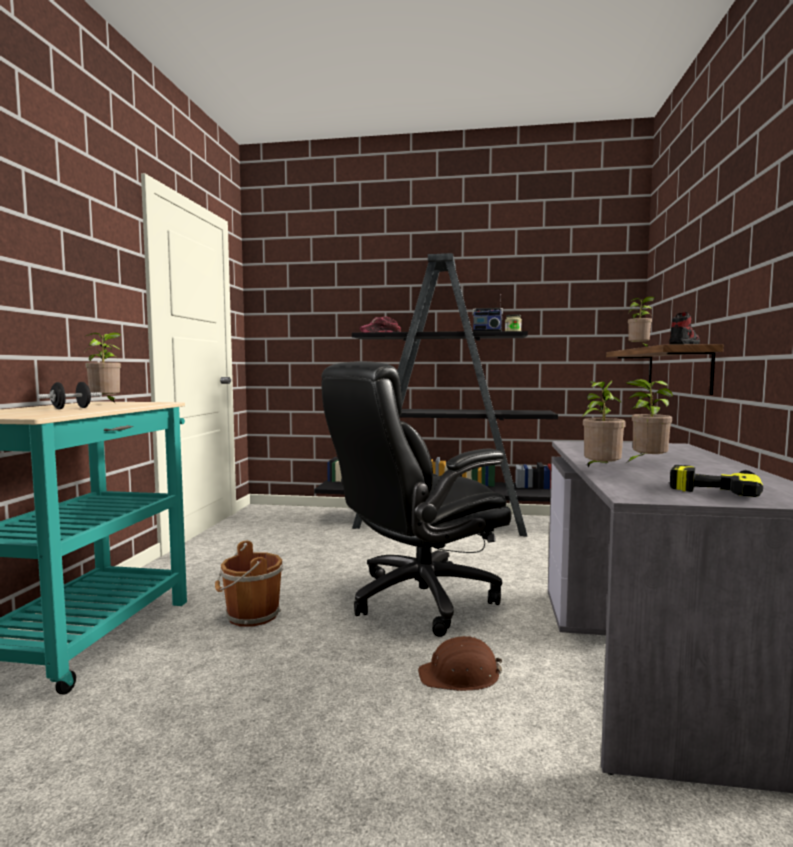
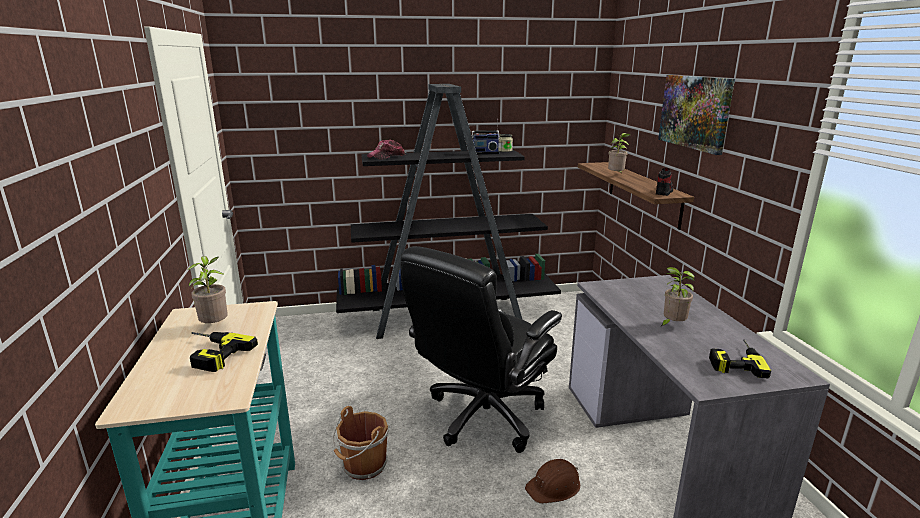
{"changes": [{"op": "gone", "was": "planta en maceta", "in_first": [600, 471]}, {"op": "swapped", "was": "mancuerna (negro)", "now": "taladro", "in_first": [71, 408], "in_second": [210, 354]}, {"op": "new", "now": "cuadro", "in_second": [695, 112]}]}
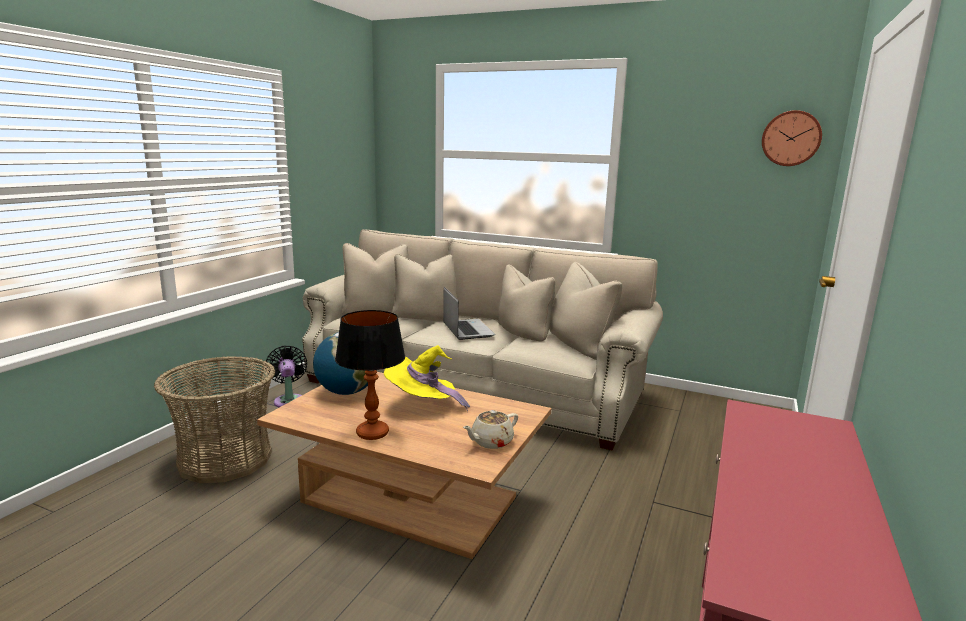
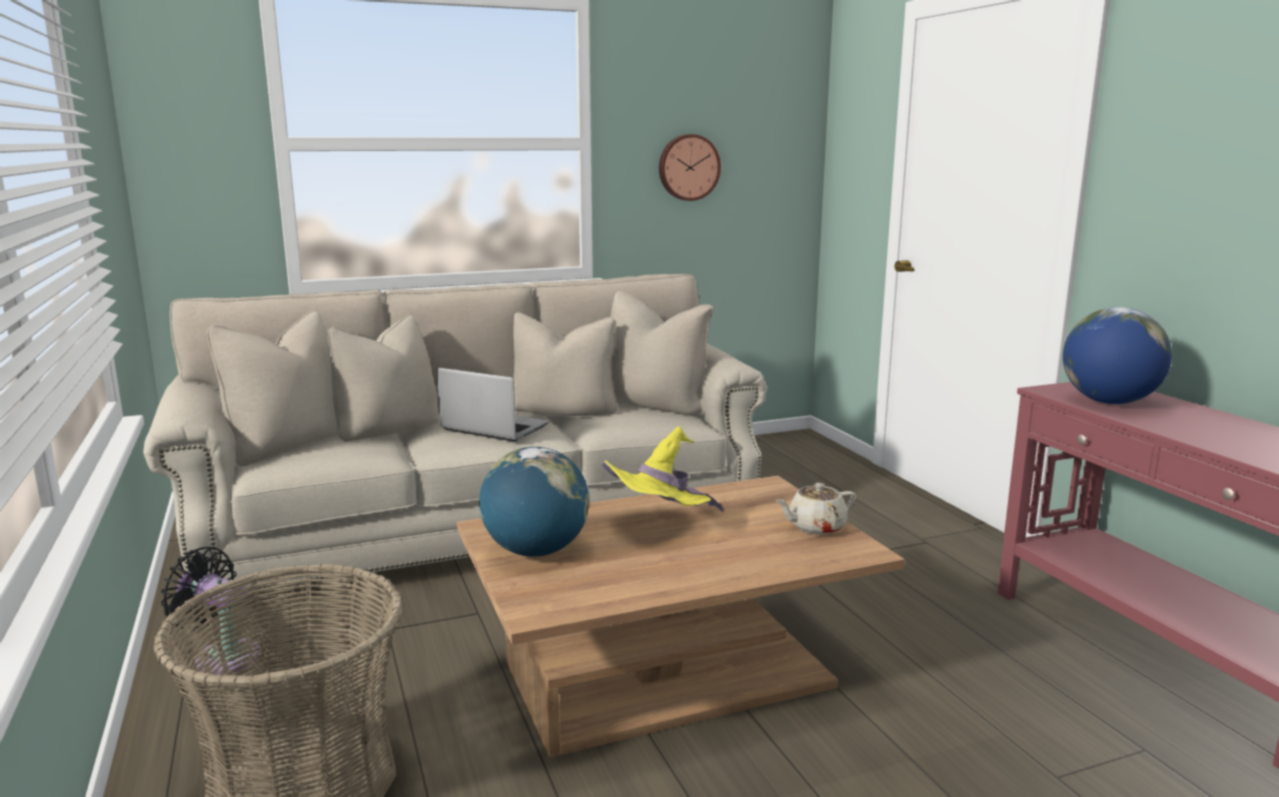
{"changes": [{"op": "shifted", "was": "reloj de pared", "in_first": [791, 138], "in_second": [688, 167]}, {"op": "gone", "was": "lámpara de mesa", "in_first": [372, 433]}, {"op": "rotated", "was": "tetera (beis)", "in_first": [491, 442], "in_second": [815, 527], "clockwise": 60}, {"op": "new", "now": "globo terráqueo", "in_second": [1109, 402]}]}
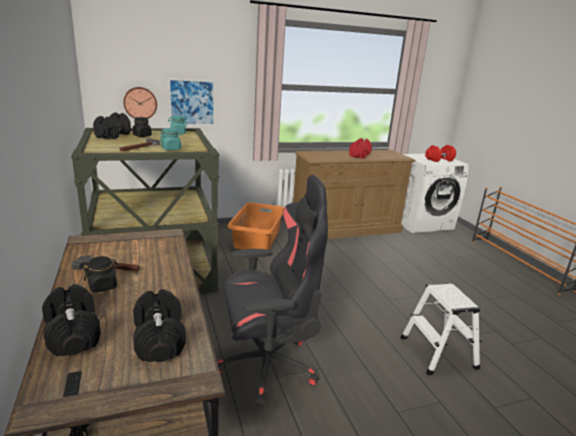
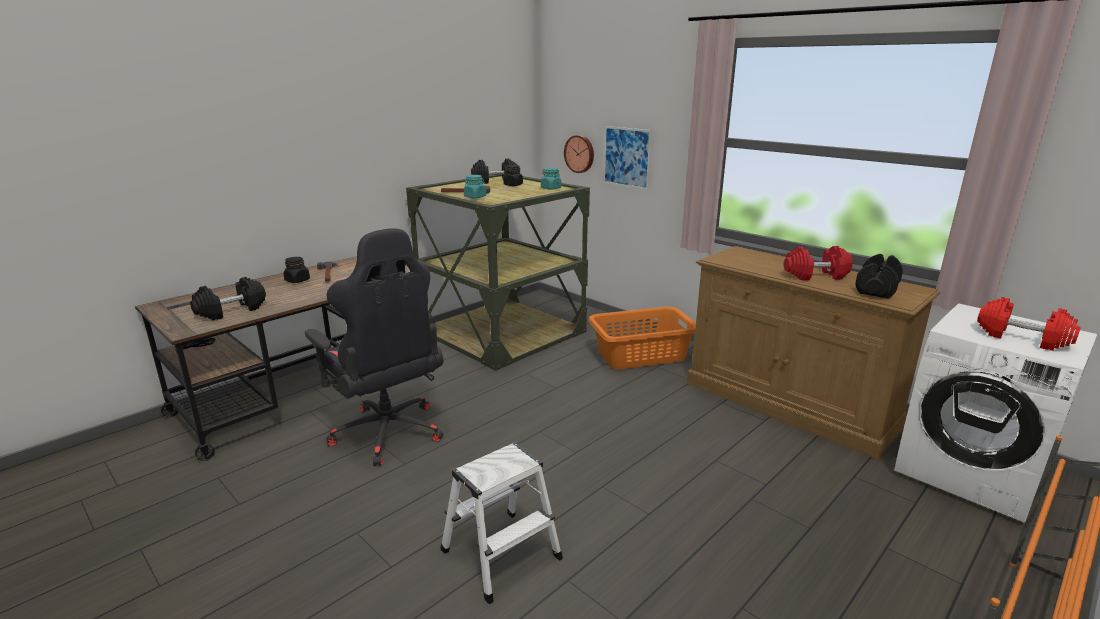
{"changes": [{"op": "shifted", "was": "mancuerna (negro)", "in_first": [72, 333], "in_second": [876, 289]}]}
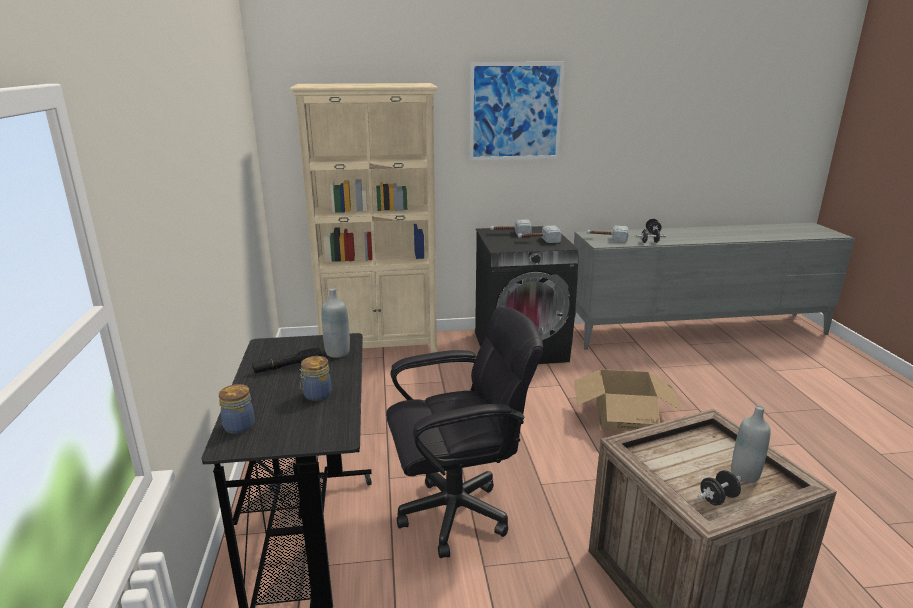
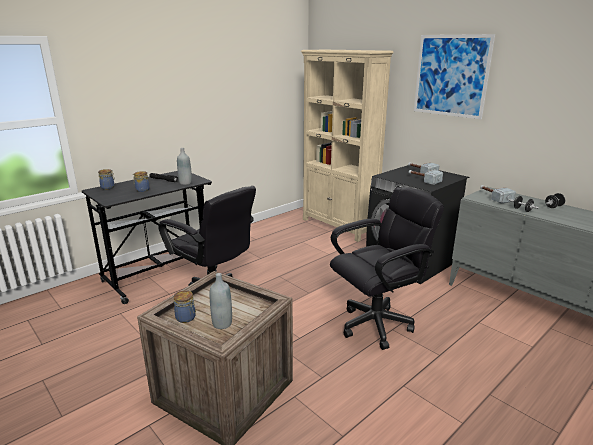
{"changes": [{"op": "swapped", "was": "caja de cartón", "now": "silla de oficina (negro)", "in_first": [623, 416], "in_second": [378, 324]}, {"op": "swapped", "was": "mancuerna (negro)", "now": "tarro", "in_first": [718, 498], "in_second": [186, 318]}]}
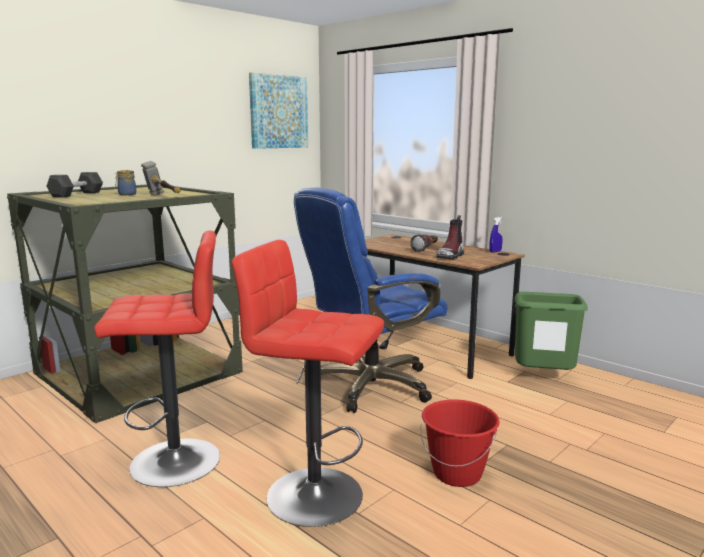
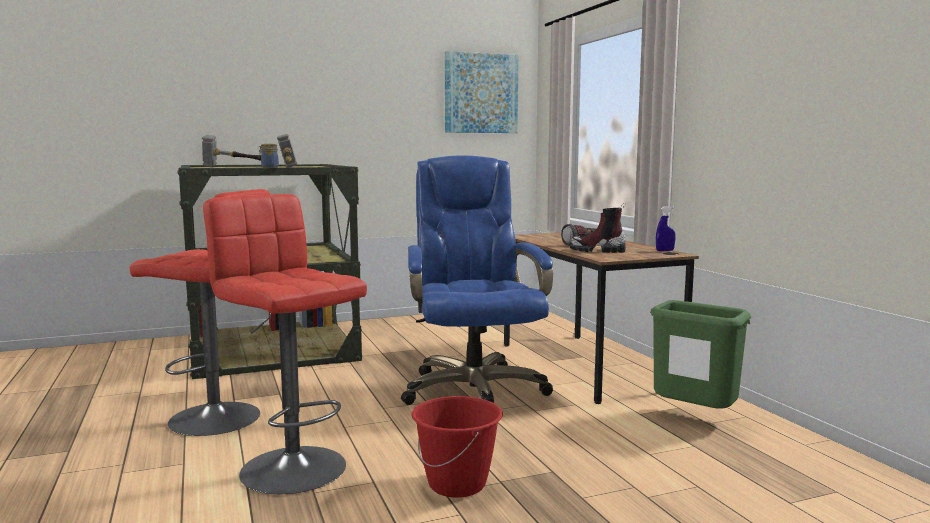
{"changes": [{"op": "swapped", "was": "mancuerna (negro)", "now": "martillo", "in_first": [76, 194], "in_second": [232, 167]}, {"op": "rotated", "was": "silla de oficina (azul)", "in_first": [371, 384], "in_second": [474, 391], "clockwise": 90}, {"op": "rotated", "was": "bota", "in_first": [450, 256], "in_second": [597, 250], "clockwise": 45}]}
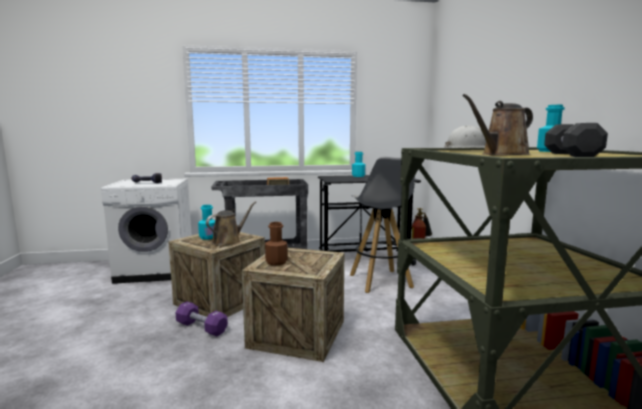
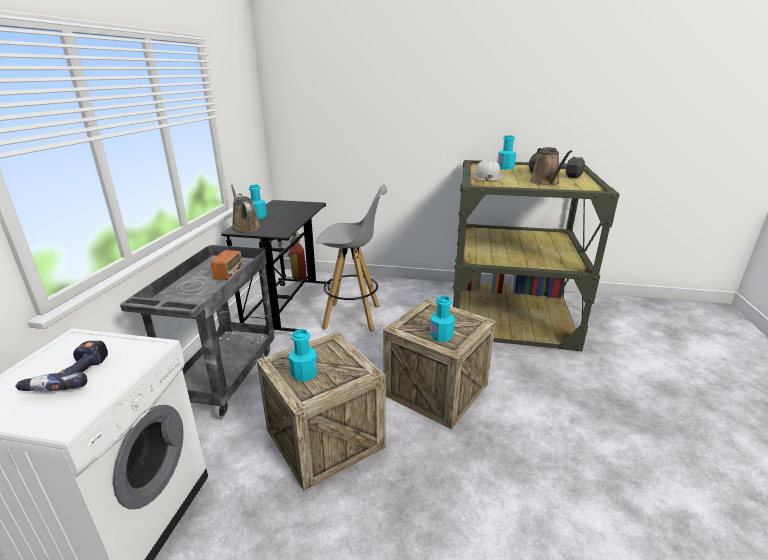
{"changes": [{"op": "shifted", "was": "regadera (marrón)", "in_first": [228, 241], "in_second": [245, 227]}, {"op": "repainted", "was": "botella (marrón)", "now": "botella (turquesa)", "in_first": [276, 262], "in_second": [441, 336]}, {"op": "gone", "was": "mancuerna (morado)", "in_first": [202, 328]}]}
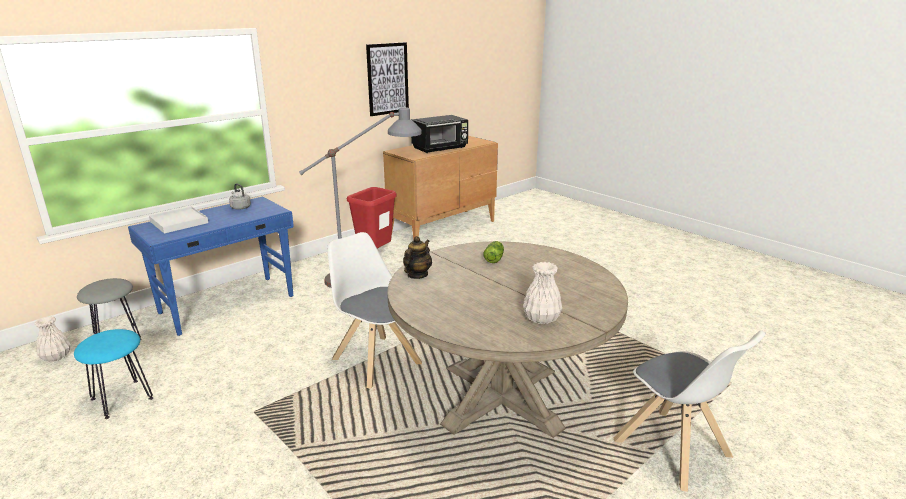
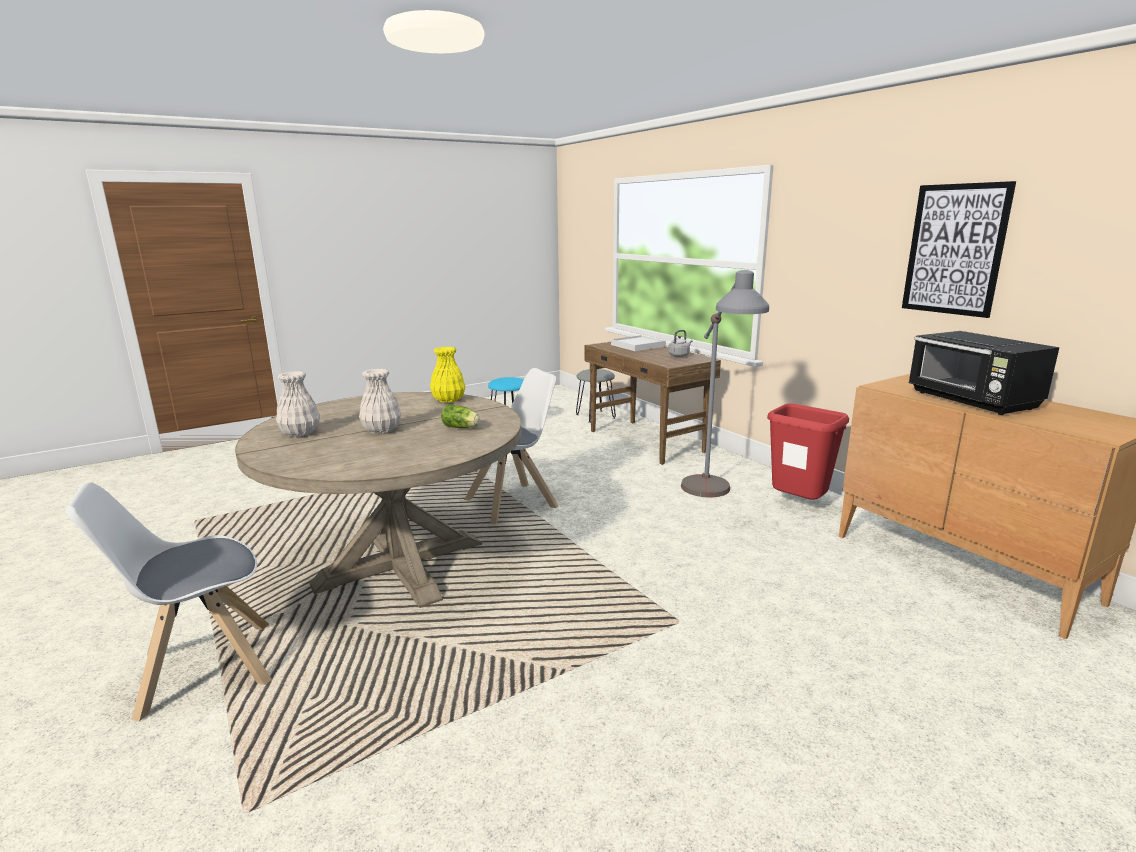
{"changes": [{"op": "repainted", "was": "mesa consola (azul)", "now": "mesa consola (marrón)", "in_first": [228, 304], "in_second": [646, 442]}, {"op": "swapped", "was": "tetera", "now": "florero (amarillo)", "in_first": [417, 275], "in_second": [448, 400]}, {"op": "shifted", "was": "florero (blanco)", "in_first": [56, 357], "in_second": [381, 430]}]}
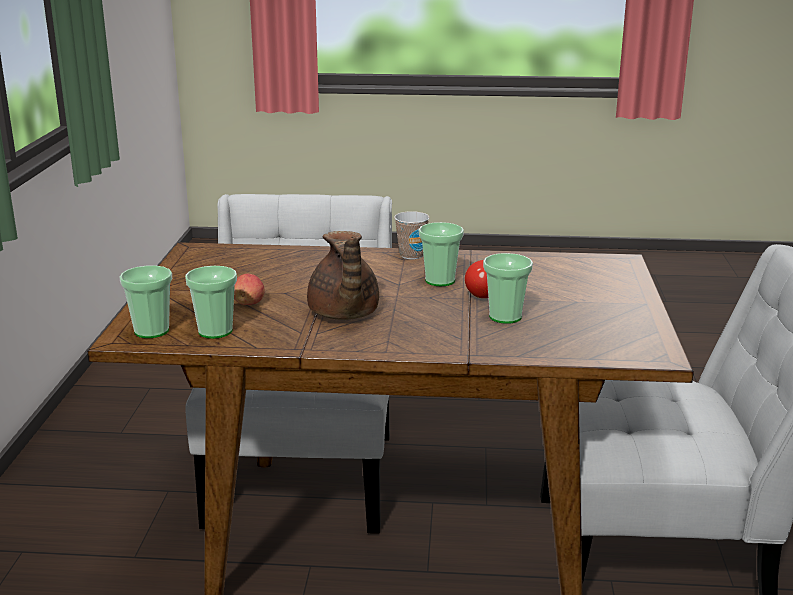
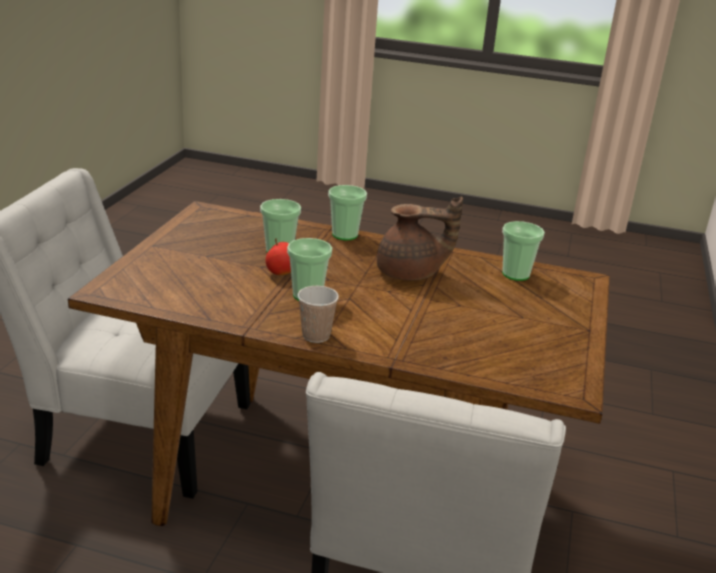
{"changes": [{"op": "rotated", "was": "tetera (marrón)", "in_first": [343, 314], "in_second": [410, 273], "clockwise": 90}, {"op": "shifted", "was": "taza", "in_first": [151, 331], "in_second": [345, 235]}, {"op": "gone", "was": "manzana", "in_first": [249, 303]}]}
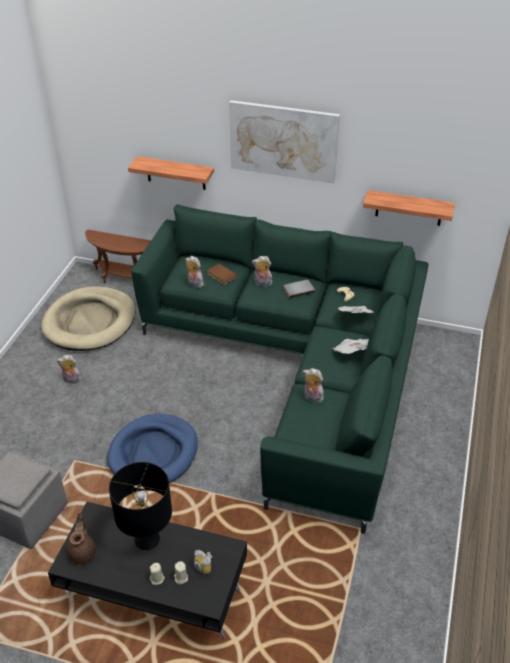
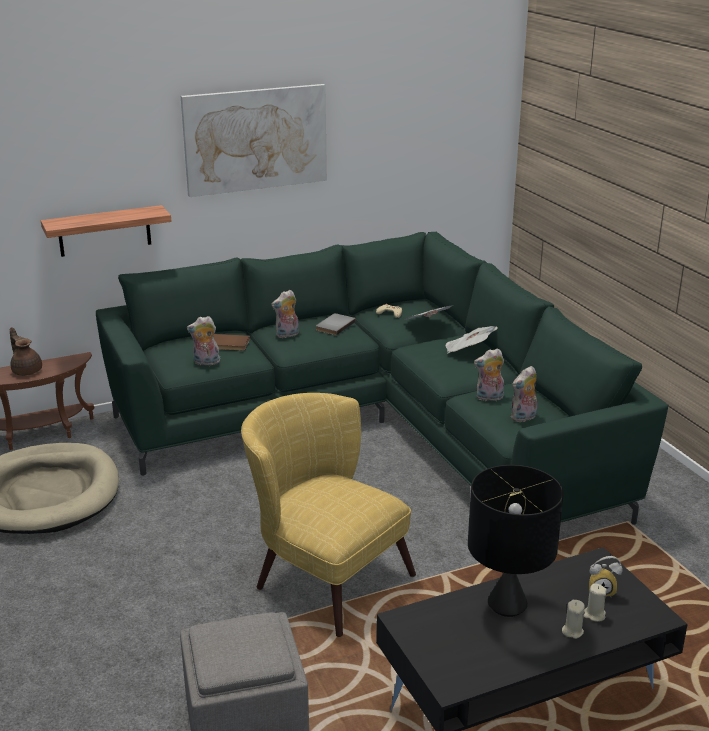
{"changes": [{"op": "gone", "was": "estante", "in_first": [409, 208]}, {"op": "shifted", "was": "peluche", "in_first": [71, 380], "in_second": [523, 418]}, {"op": "swapped", "was": "cama para perro (azul)", "now": "sillón (amarillo)", "in_first": [154, 453], "in_second": [323, 575]}, {"op": "shifted", "was": "tetera (marrón)", "in_first": [83, 552], "in_second": [27, 370]}]}
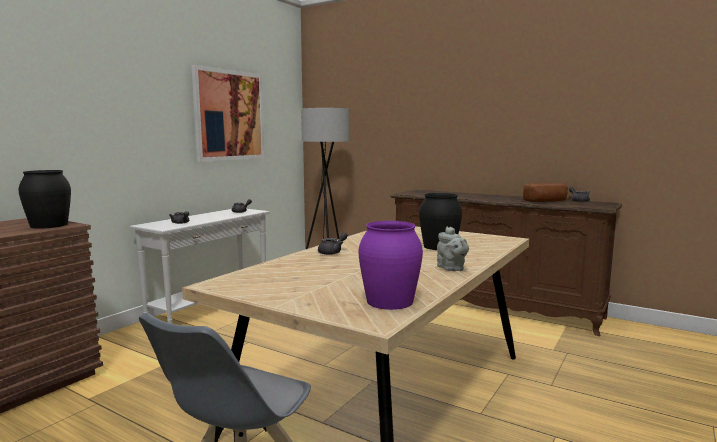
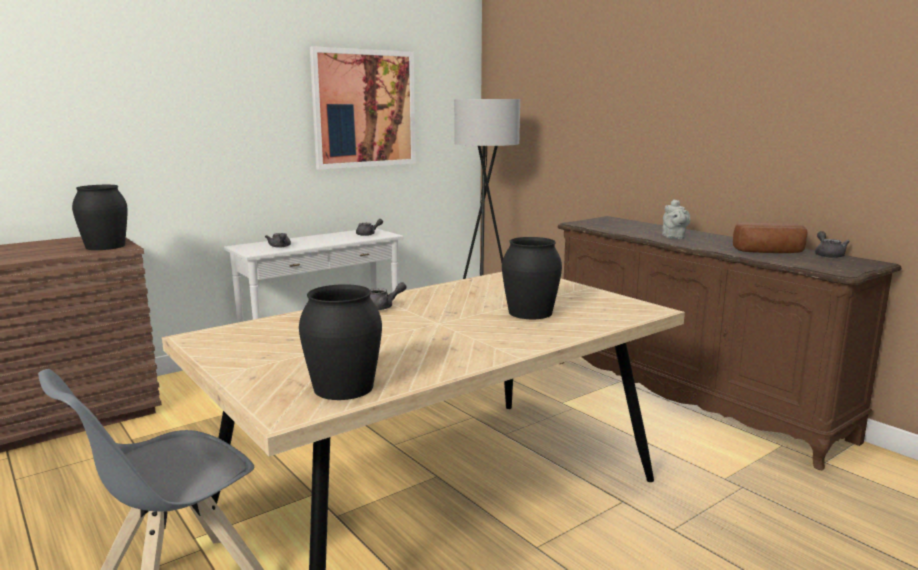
{"changes": [{"op": "repainted", "was": "florero (morado)", "now": "florero (negro)", "in_first": [390, 301], "in_second": [344, 387]}, {"op": "shifted", "was": "tetera (gris)", "in_first": [451, 269], "in_second": [674, 237]}]}
